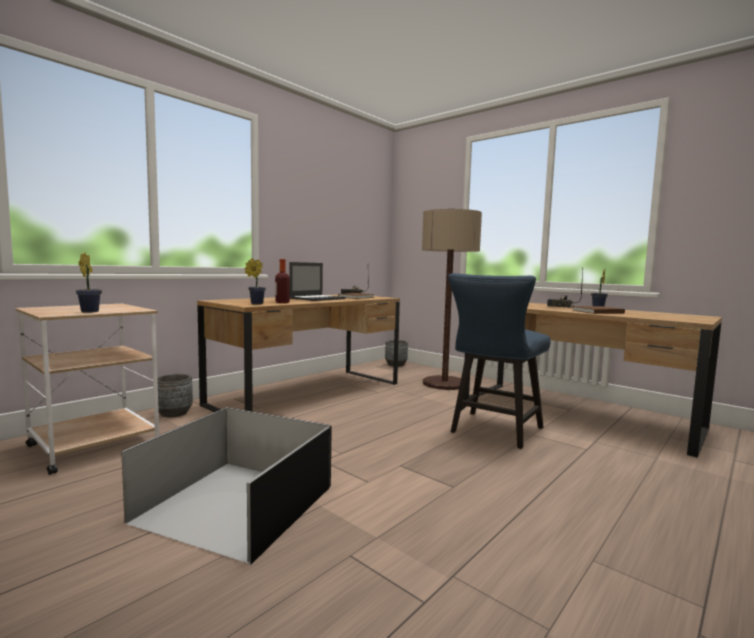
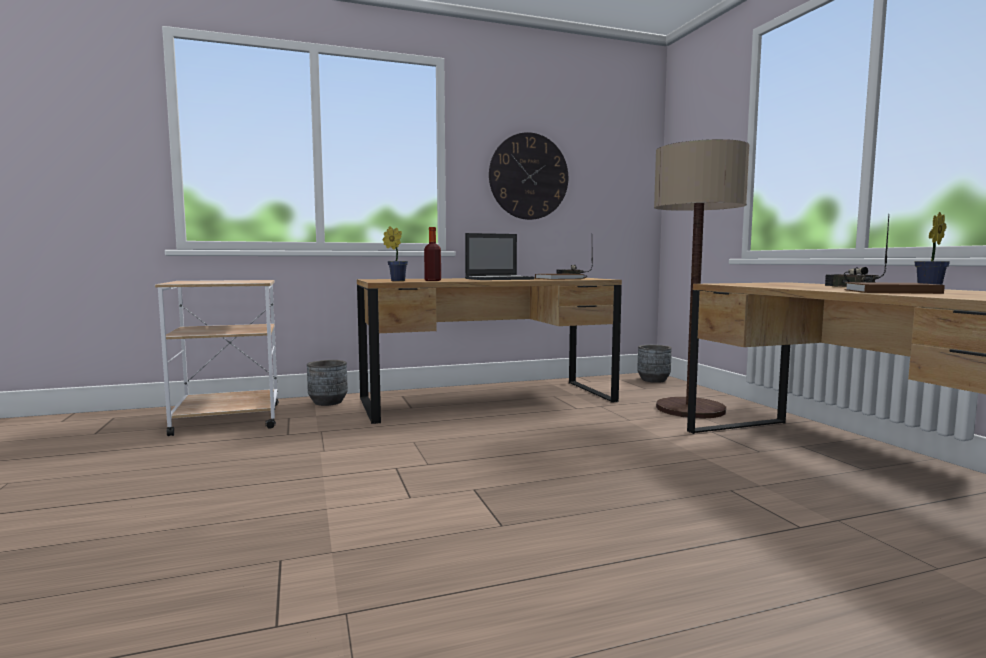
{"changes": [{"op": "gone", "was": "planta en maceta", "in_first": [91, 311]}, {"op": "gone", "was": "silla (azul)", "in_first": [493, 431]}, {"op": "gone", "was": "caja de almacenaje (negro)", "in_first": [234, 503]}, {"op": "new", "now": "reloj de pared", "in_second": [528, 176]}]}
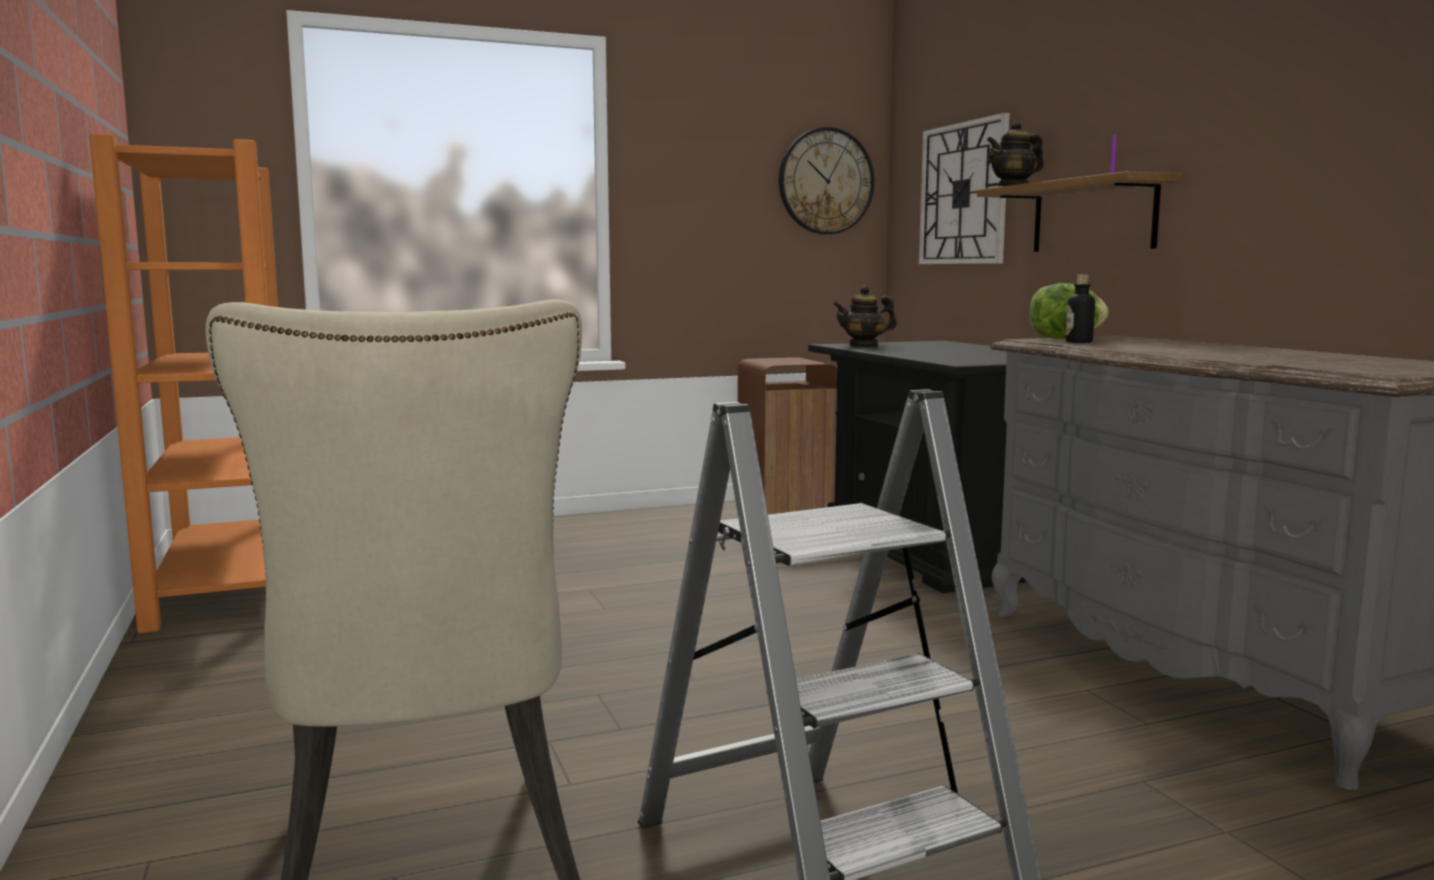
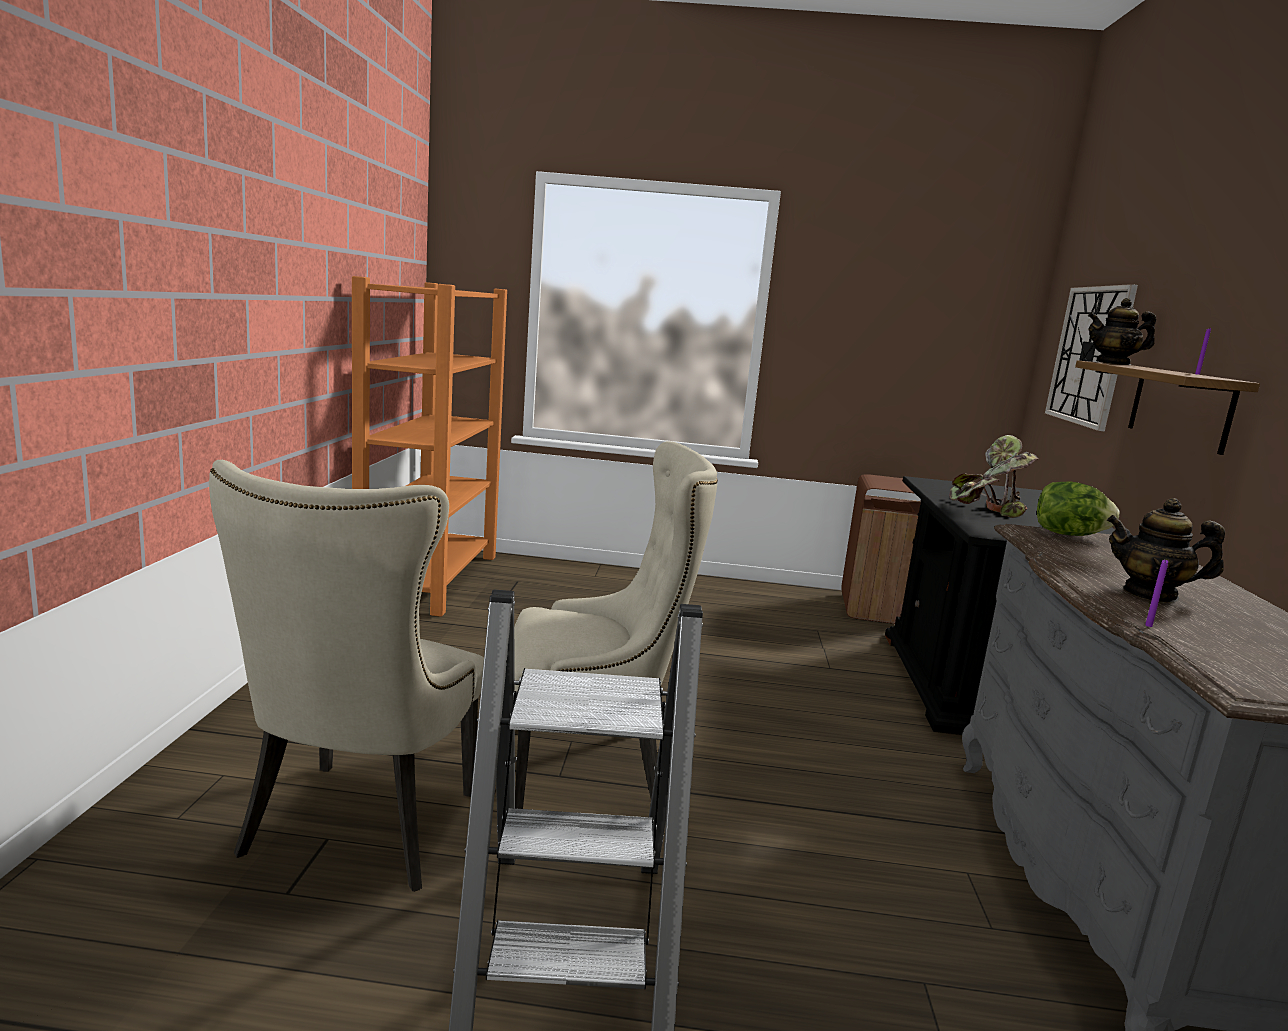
{"changes": [{"op": "gone", "was": "reloj de pared", "in_first": [826, 181]}, {"op": "gone", "was": "botella", "in_first": [1079, 342]}, {"op": "shifted", "was": "tetera", "in_first": [864, 345], "in_second": [1151, 594]}, {"op": "new", "now": "planta en maceta", "in_second": [986, 511]}, {"op": "new", "now": "silla (beis)", "in_second": [593, 767]}, {"op": "new", "now": "vela (morado)", "in_second": [1148, 625]}]}
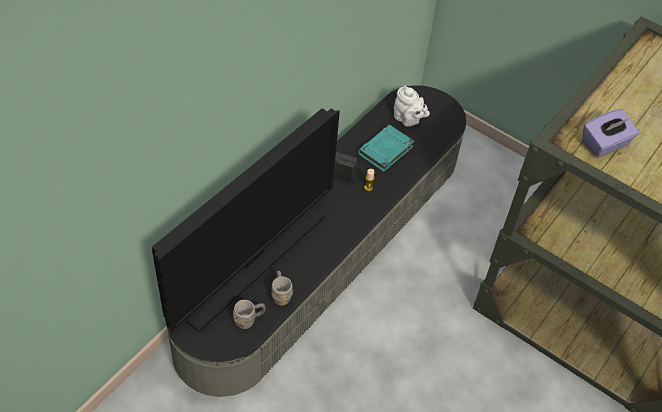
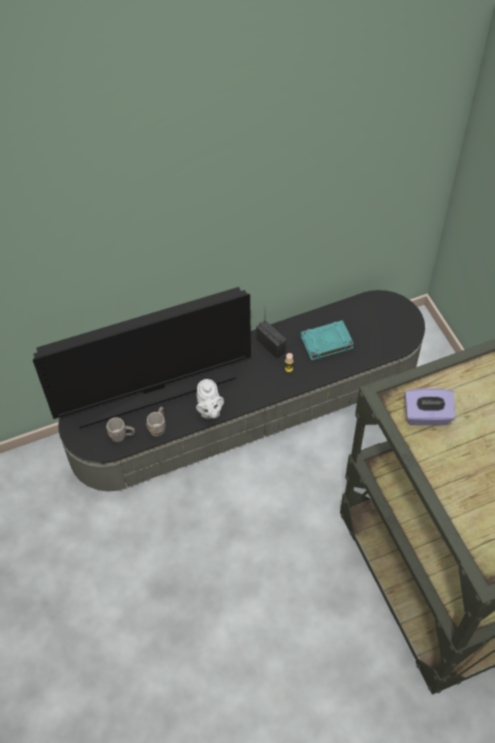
{"changes": [{"op": "shifted", "was": "tetera (blanco)", "in_first": [408, 120], "in_second": [209, 411]}]}
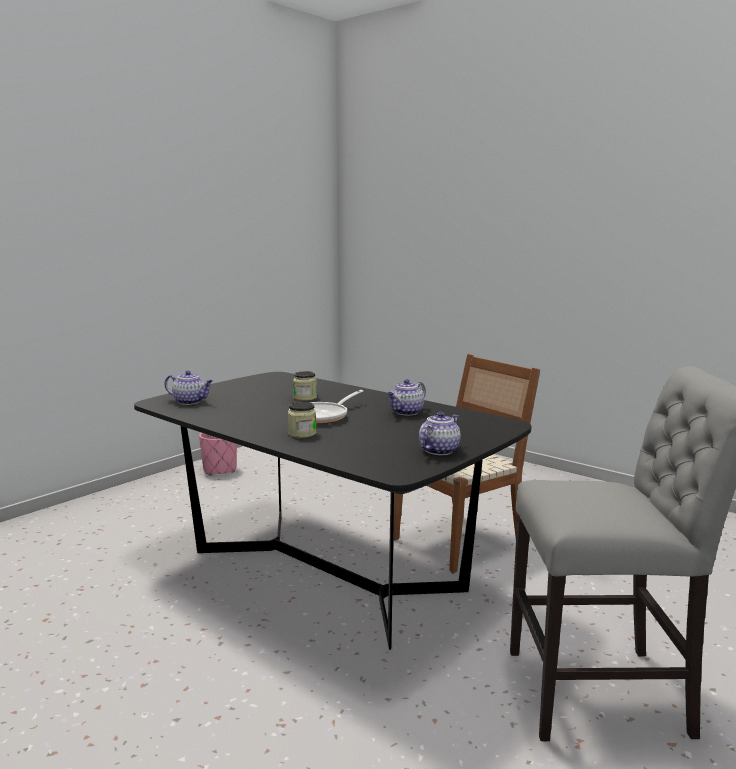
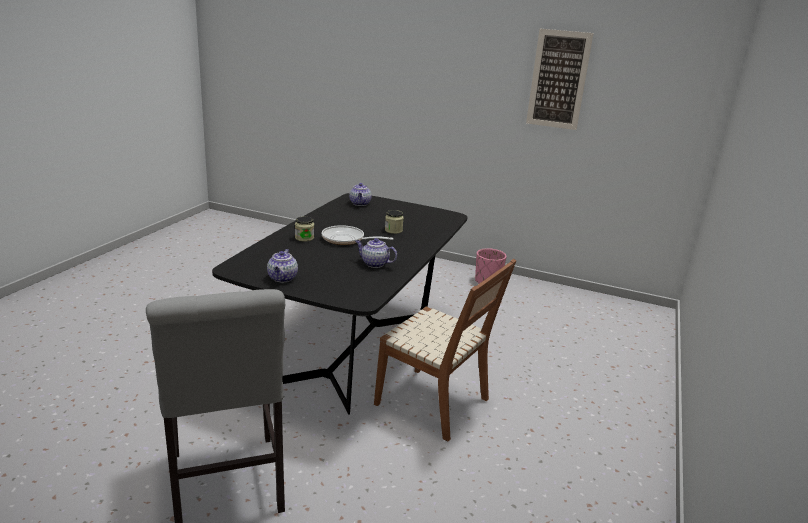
{"changes": [{"op": "rotated", "was": "tetera", "in_first": [439, 450], "in_second": [282, 278], "clockwise": 75}, {"op": "new", "now": "cuadro", "in_second": [558, 80]}]}
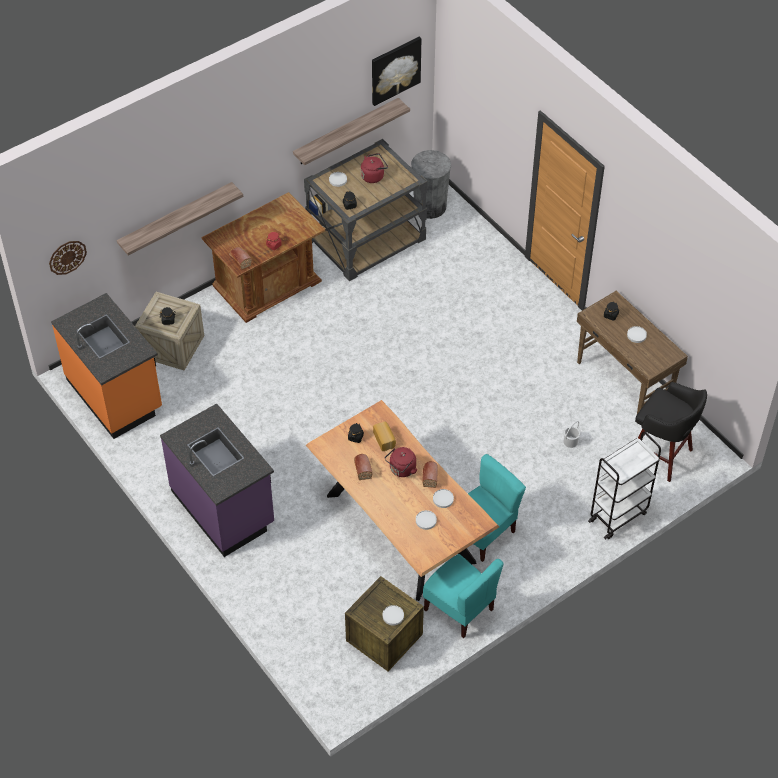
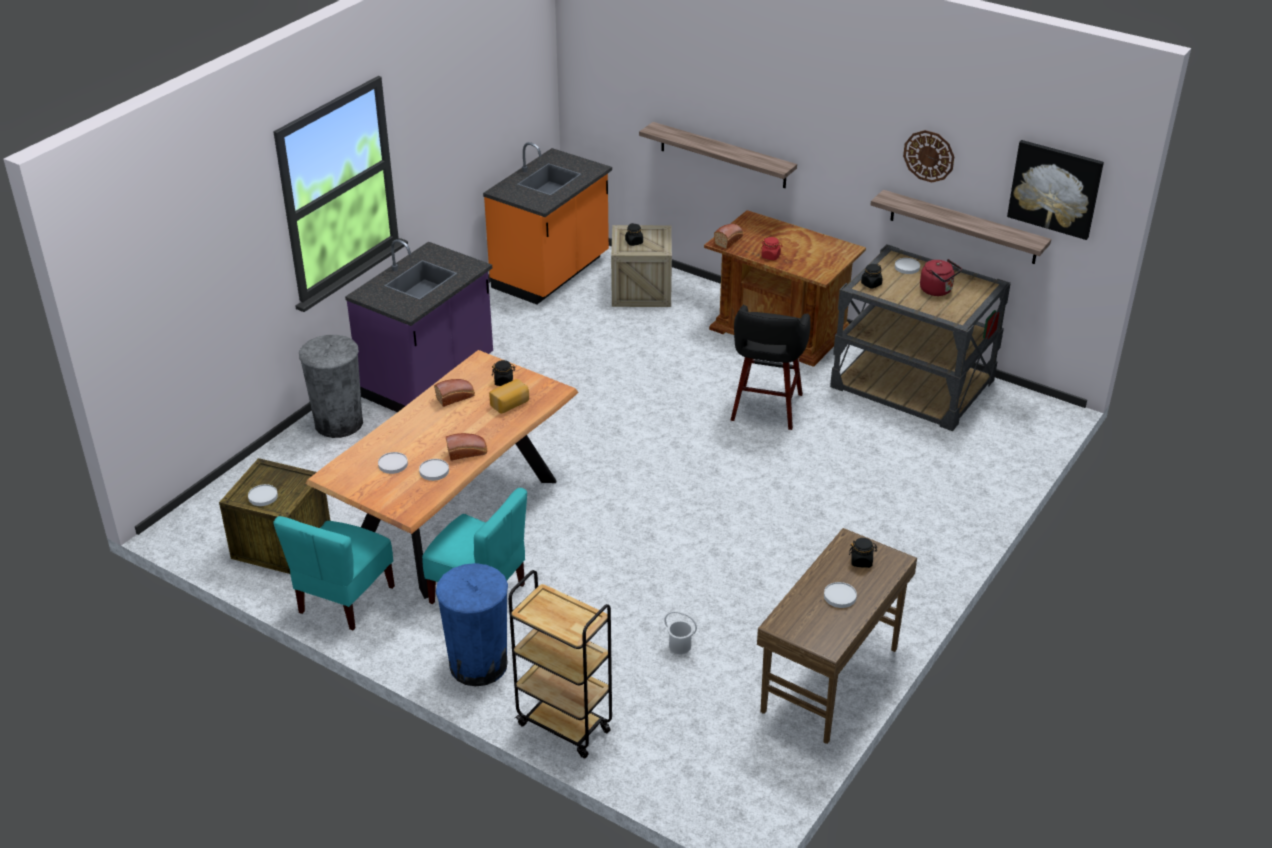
{"changes": [{"op": "shifted", "was": "papelera (gris)", "in_first": [430, 206], "in_second": [339, 423]}, {"op": "shifted", "was": "reloj de pared", "in_first": [67, 257], "in_second": [929, 156]}, {"op": "shifted", "was": "taburete (negro)", "in_first": [662, 456], "in_second": [766, 409]}, {"op": "repainted", "was": "carrito (blanco)", "now": "carrito (marrón)", "in_first": [618, 518], "in_second": [562, 728]}, {"op": "gone", "was": "hervidor (rojo)", "in_first": [401, 470]}, {"op": "new", "now": "papelera (azul)", "in_second": [478, 665]}]}
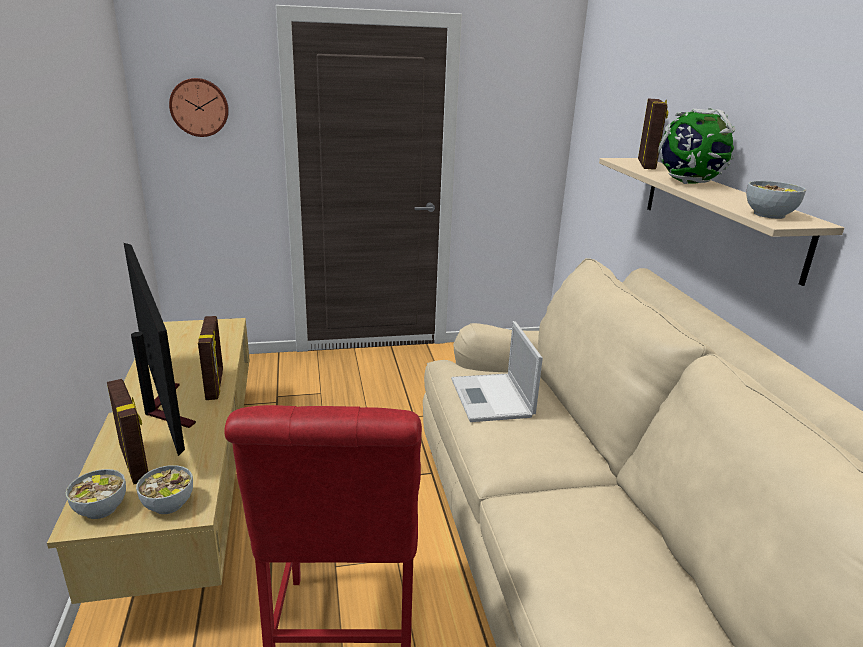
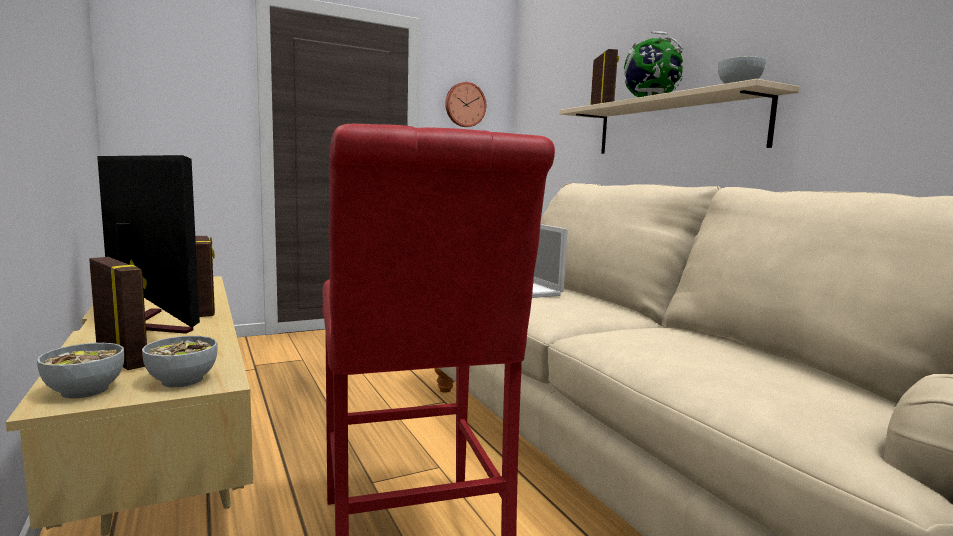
{"changes": [{"op": "shifted", "was": "reloj de pared", "in_first": [199, 107], "in_second": [464, 105]}]}
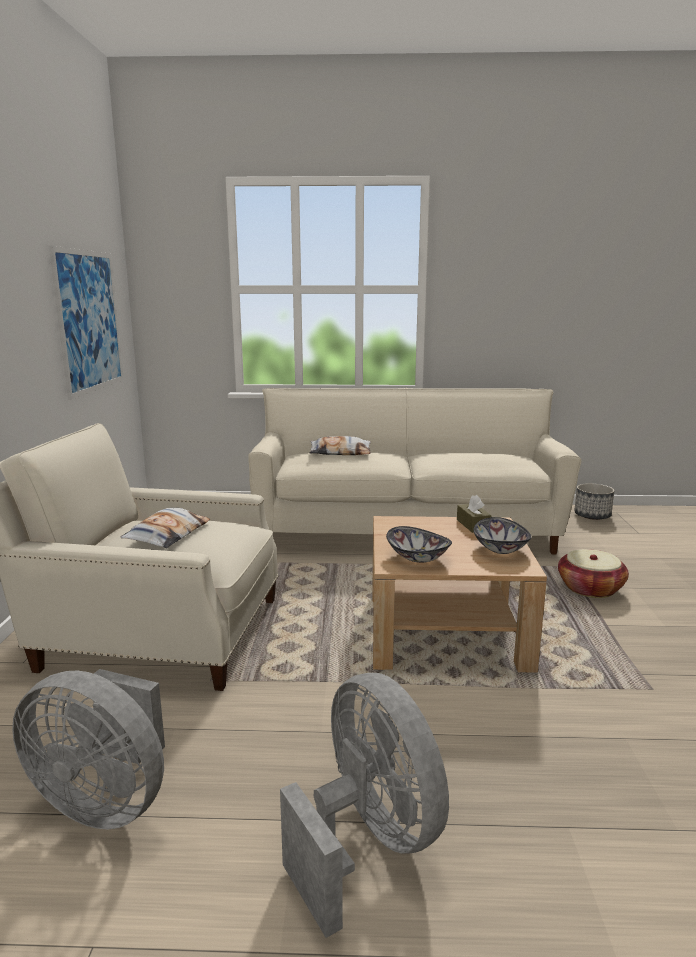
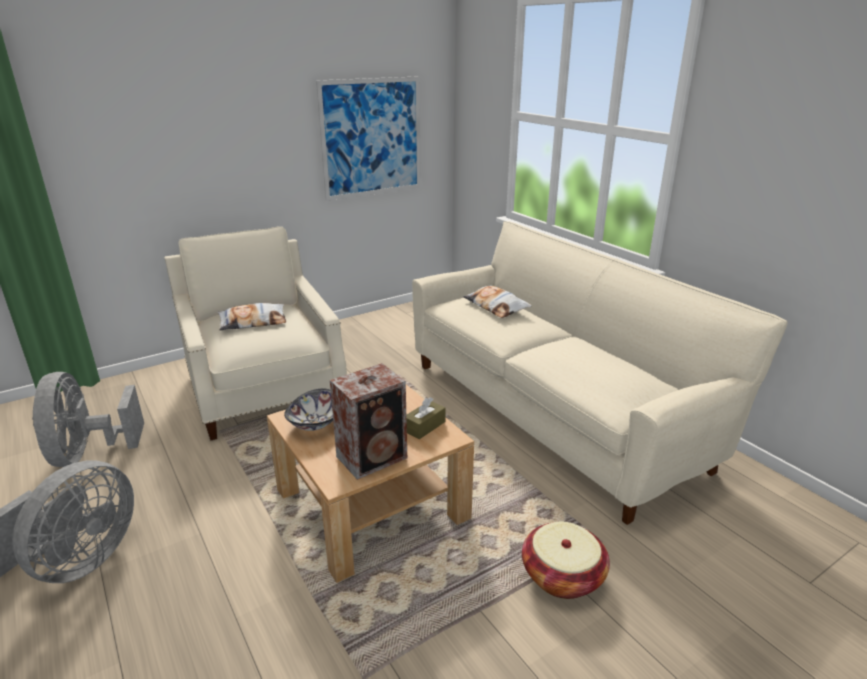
{"changes": [{"op": "gone", "was": "maceta", "in_first": [592, 515]}, {"op": "swapped", "was": "cuenco", "now": "altavoz", "in_first": [499, 549], "in_second": [374, 457]}]}
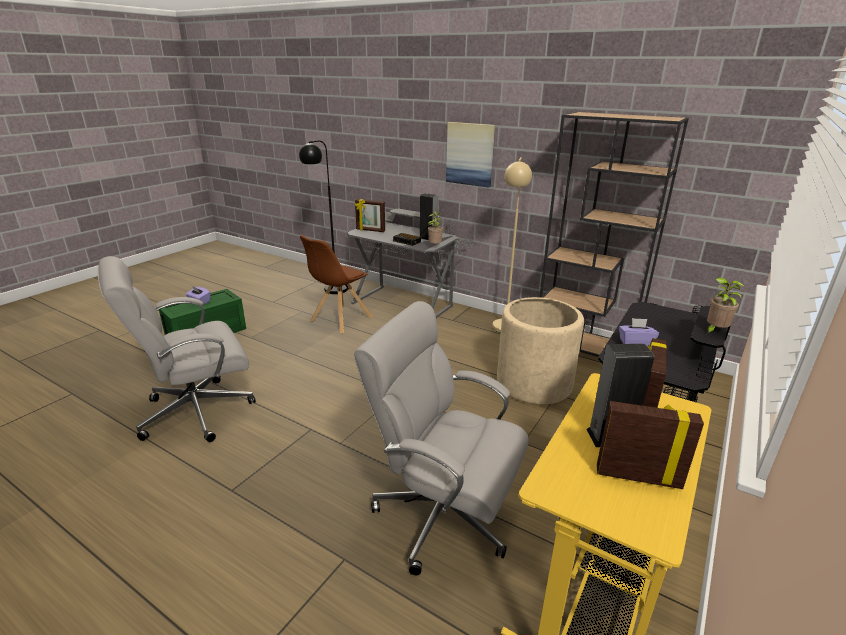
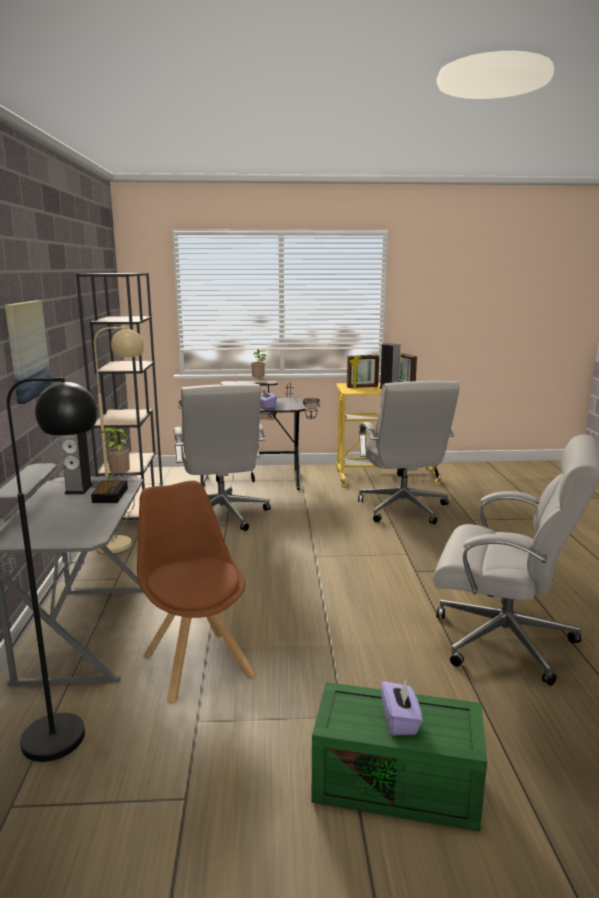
{"changes": [{"op": "gone", "was": "portarretratos", "in_first": [370, 230]}, {"op": "rotated", "was": "silla (marrón)", "in_first": [339, 320], "in_second": [195, 661], "clockwise": -120}, {"op": "swapped", "was": "maceta (beis)", "now": "silla de oficina (gris)", "in_first": [534, 383], "in_second": [222, 514]}]}
